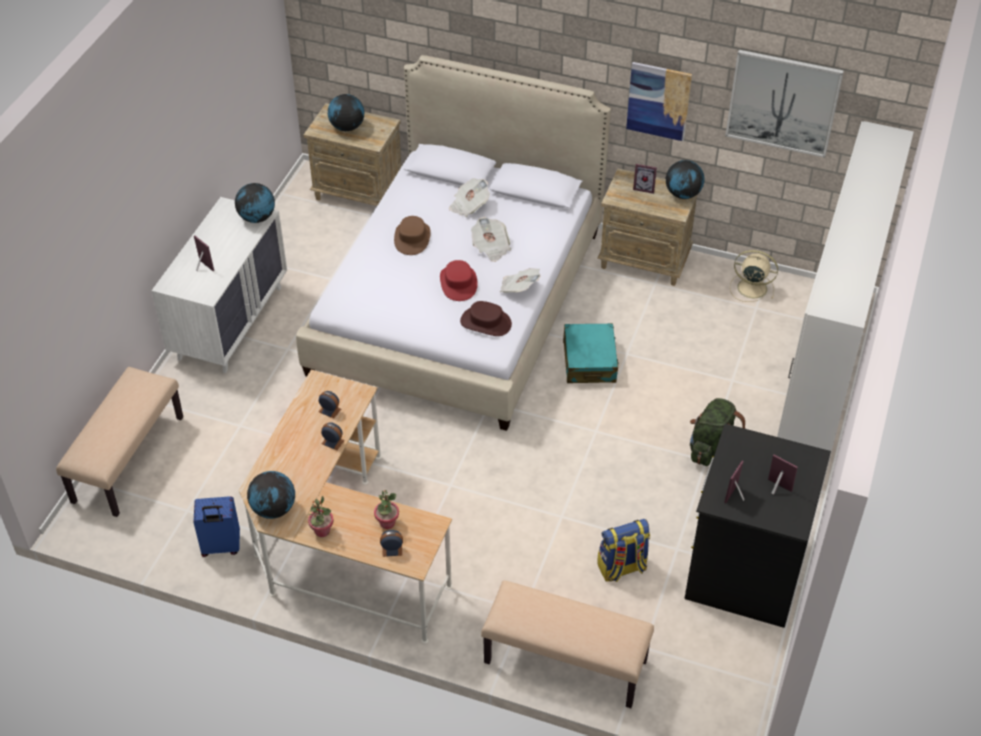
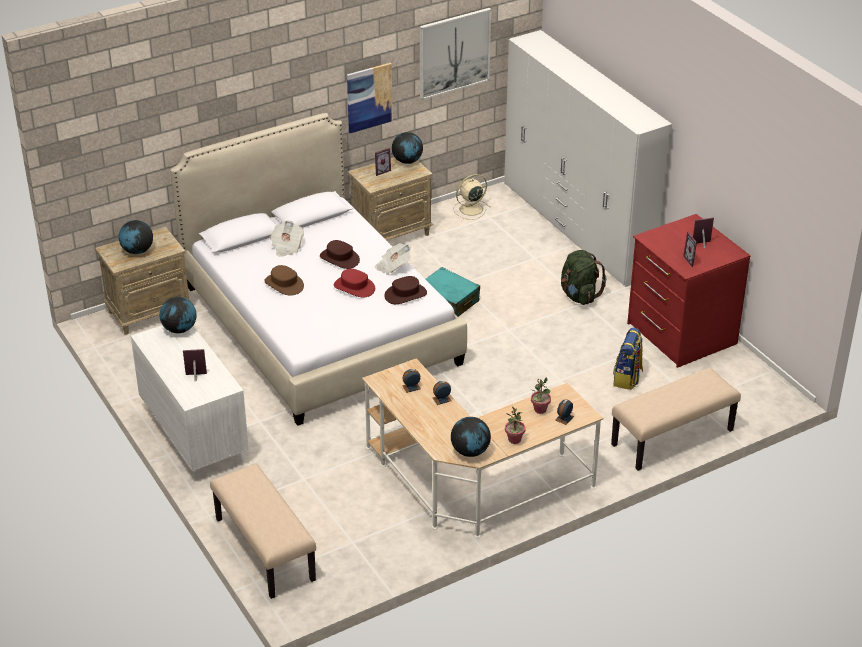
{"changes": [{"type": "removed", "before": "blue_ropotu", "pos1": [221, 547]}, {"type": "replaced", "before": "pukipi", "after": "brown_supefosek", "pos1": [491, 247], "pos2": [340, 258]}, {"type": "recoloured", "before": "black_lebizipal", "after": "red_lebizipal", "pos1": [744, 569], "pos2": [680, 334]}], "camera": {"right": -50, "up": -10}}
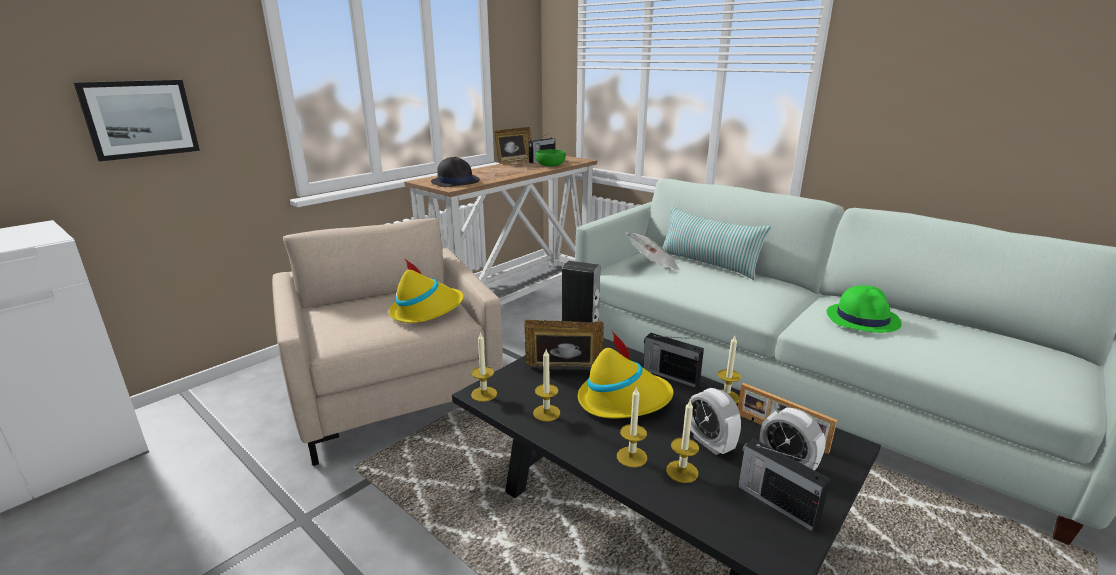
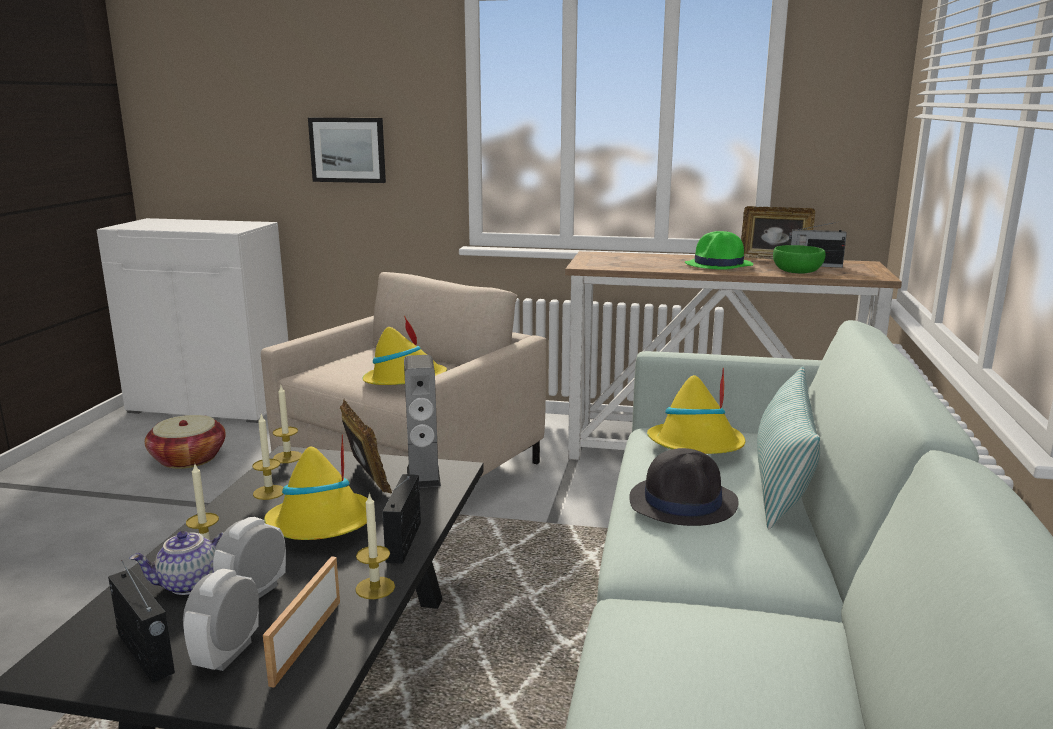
{"changes": [{"type": "moved", "before": "black_supefosek", "pos1": [455, 182], "pos2": [683, 502]}, {"type": "replaced", "before": "pukipi", "after": "yellow_supefosek", "pos1": [653, 265], "pos2": [697, 446]}, {"type": "replaced", "before": "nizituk", "after": "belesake", "pos1": [682, 471], "pos2": [189, 585]}, {"type": "turned", "before": "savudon", "pos1": [776, 502], "pos2": [145, 654], "turn": 120}, {"type": "moved", "before": "green_supefosek", "pos1": [862, 319], "pos2": [719, 265]}, {"type": "added", "after": "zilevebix", "pos2": [188, 459]}], "camera": {"right": 60, "up": -5}}
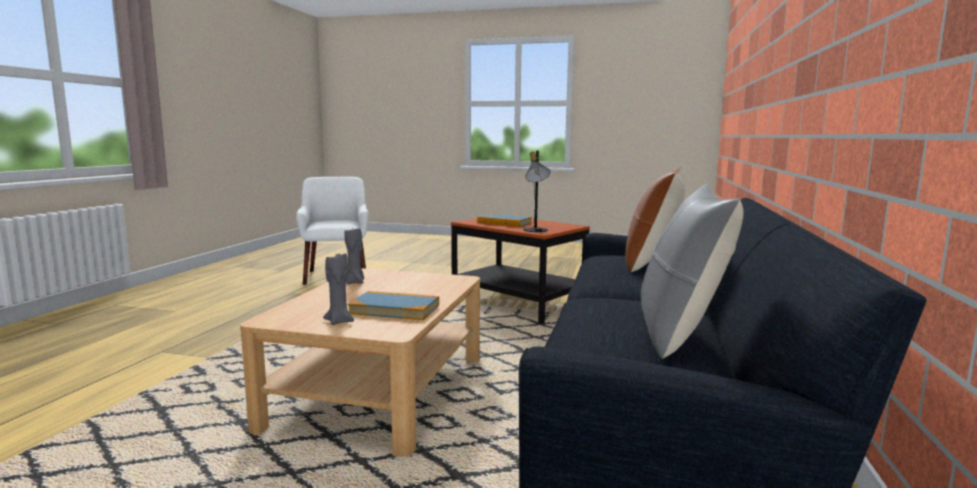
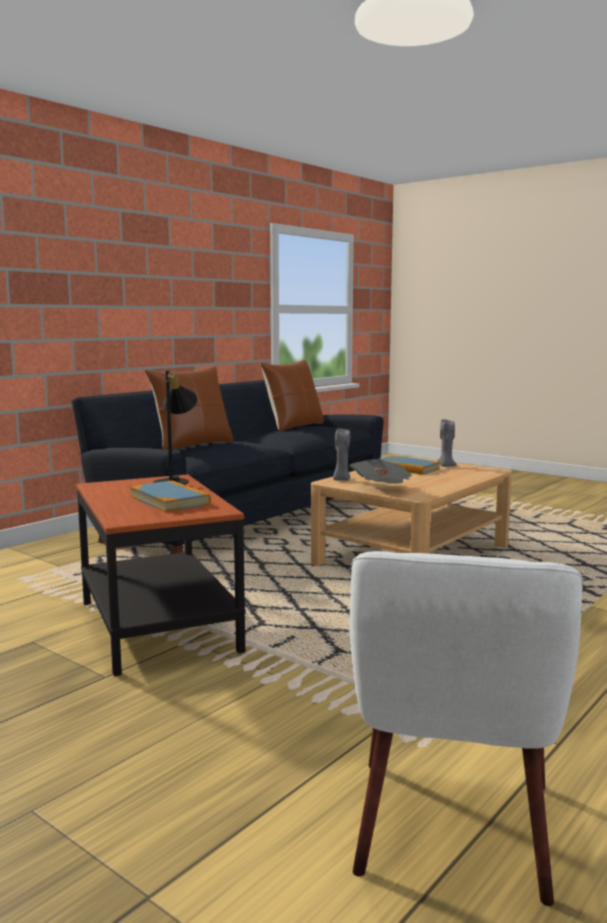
{"changes": [{"type": "moved", "before": "grey_nizituk", "pos1": [355, 282], "pos2": [341, 480]}, {"type": "recoloured", "before": "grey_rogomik", "after": "brown_rogomik", "pos1": [679, 332], "pos2": [293, 426]}, {"type": "added", "after": "pukipi", "pos2": [382, 489]}], "camera": {"right": -155, "up": 0}}
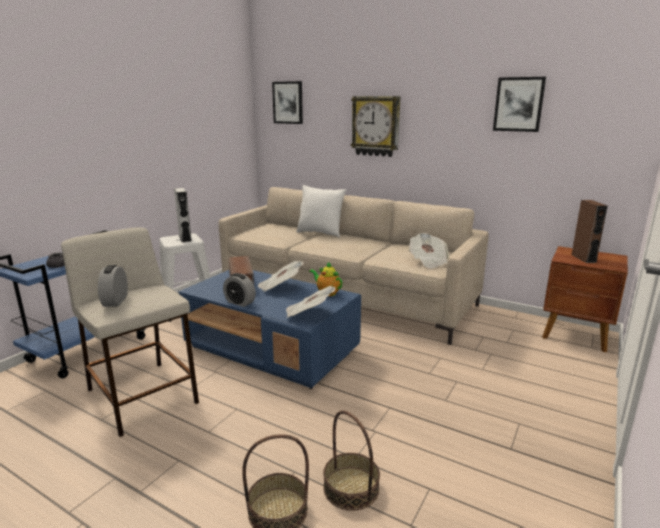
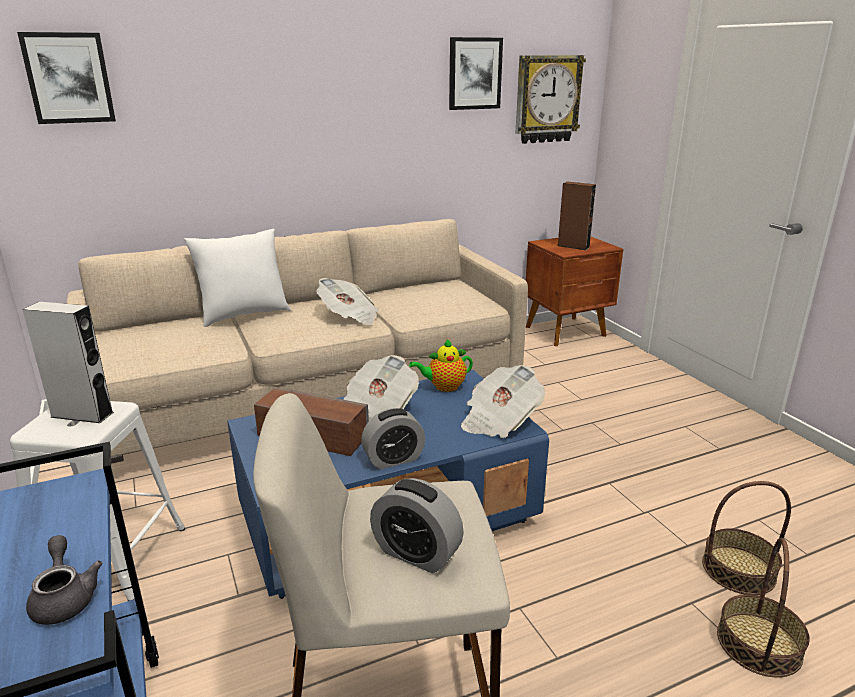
{"changes": [{"type": "moved", "before": "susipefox", "pos1": [376, 126], "pos2": [547, 99]}, {"type": "moved", "before": "pukipi", "pos1": [428, 261], "pos2": [349, 317]}], "camera": {"right": -55, "up": 5}}
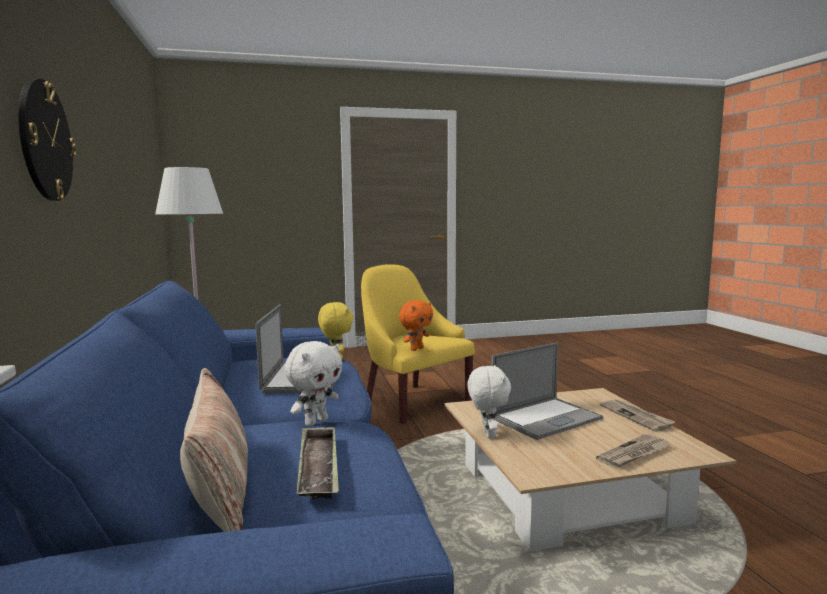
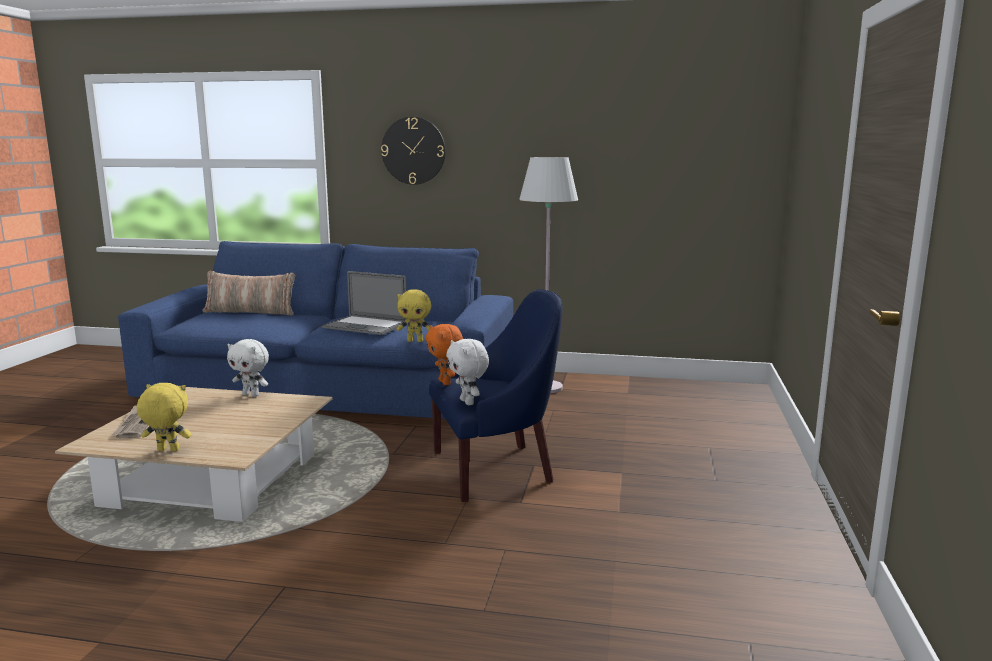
{"changes": [{"type": "moved", "before": "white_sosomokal", "pos1": [315, 422], "pos2": [468, 402]}, {"type": "removed", "before": "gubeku", "pos1": [318, 468]}, {"type": "recoloured", "before": "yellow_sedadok", "after": "blue_sedadok", "pos1": [412, 401], "pos2": [495, 468]}, {"type": "removed", "before": "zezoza", "pos1": [546, 418]}, {"type": "replaced", "before": "pukipi", "after": "yellow_sosomokal", "pos1": [636, 416], "pos2": [167, 450]}], "camera": {"right": 115, "up": 5}}
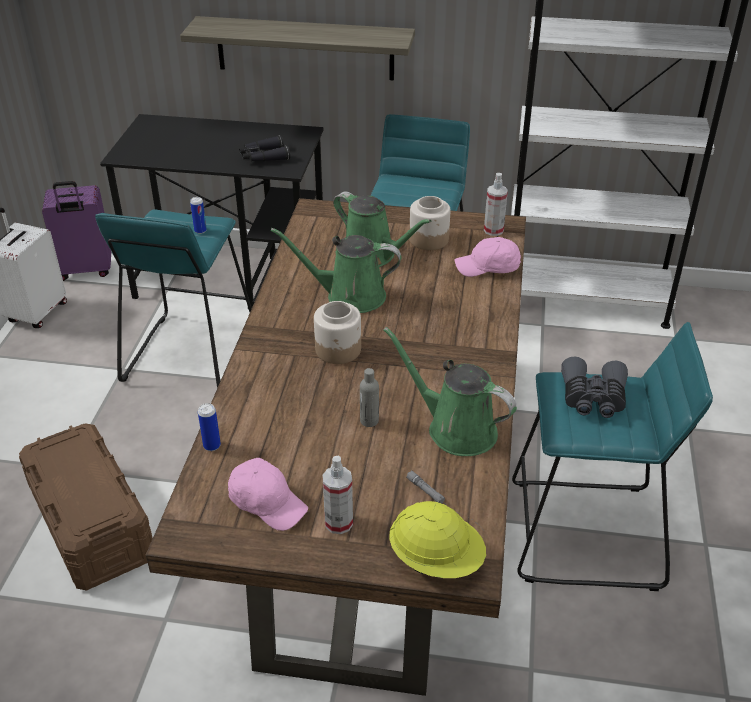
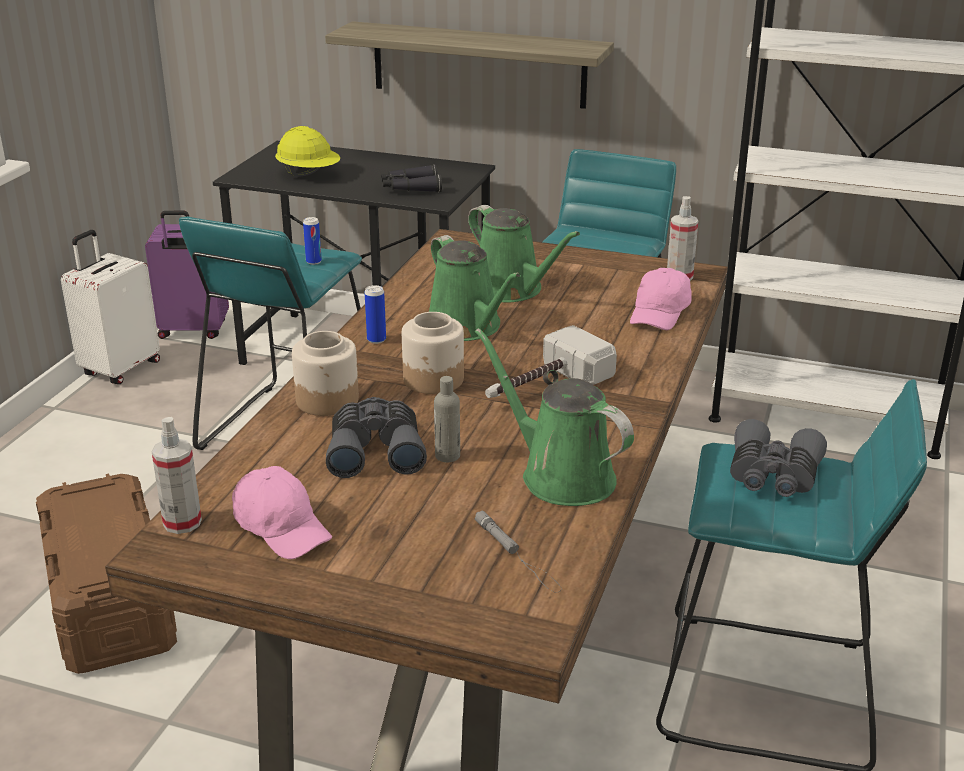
{"changes": [{"type": "moved", "before": "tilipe", "pos1": [212, 445], "pos2": [376, 340]}, {"type": "turned", "before": "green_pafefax", "pos1": [349, 296], "pos2": [468, 327], "turn": -135}, {"type": "moved", "before": "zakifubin", "pos1": [338, 523], "pos2": [182, 522]}, {"type": "moved", "before": "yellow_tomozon", "pos1": [436, 559], "pos2": [309, 174]}, {"type": "moved", "before": "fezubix", "pos1": [429, 239], "pos2": [328, 400]}, {"type": "turned", "before": "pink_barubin", "pos1": [488, 268], "pos2": [660, 313], "turn": -75}, {"type": "added", "after": "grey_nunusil", "pos2": [375, 450]}, {"type": "added", "after": "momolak", "pos2": [542, 386]}], "camera": {"right": 10, "up": -10}}
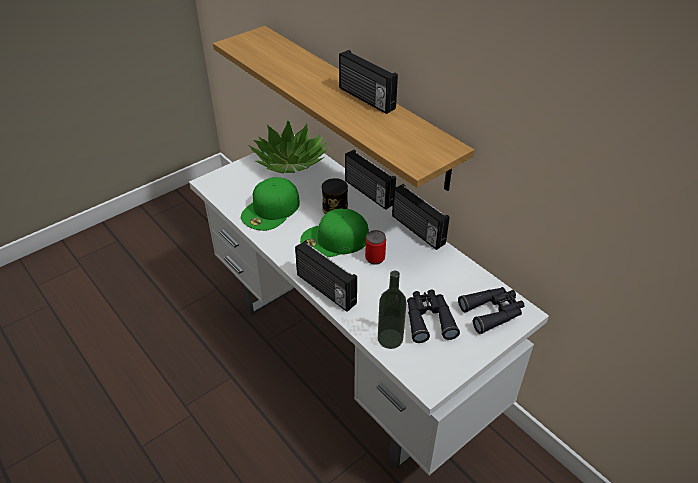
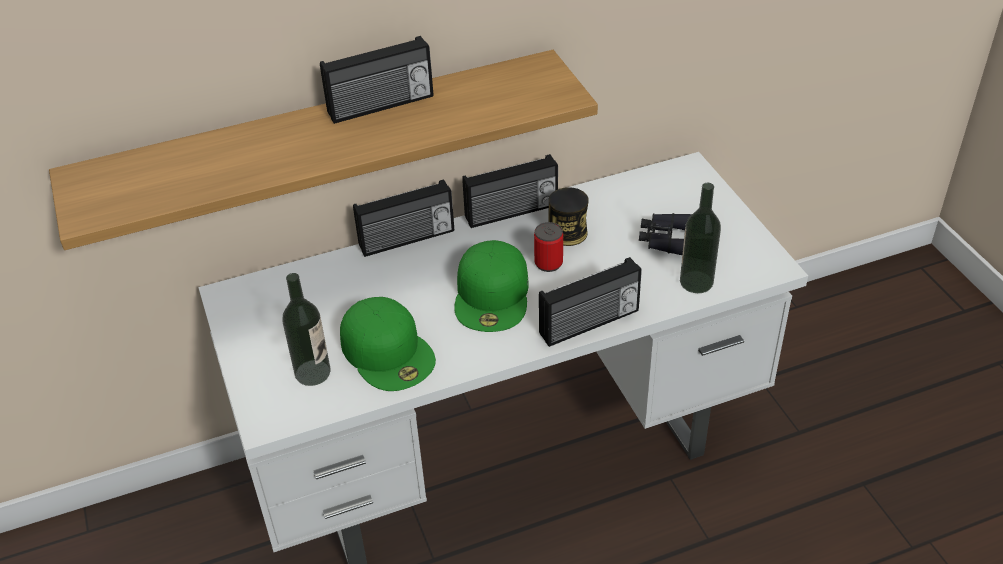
{"changes": [{"type": "removed", "before": "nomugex", "pos1": [290, 161]}, {"type": "moved", "before": "tilipe", "pos1": [335, 208], "pos2": [567, 233]}, {"type": "removed", "before": "black_nunusil", "pos1": [492, 312]}, {"type": "added", "after": "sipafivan", "pos2": [312, 372]}], "camera": {"right": -70, "up": 0}}
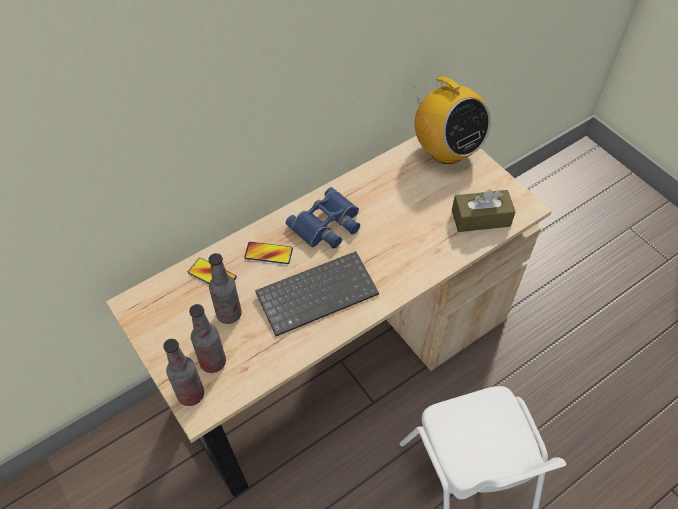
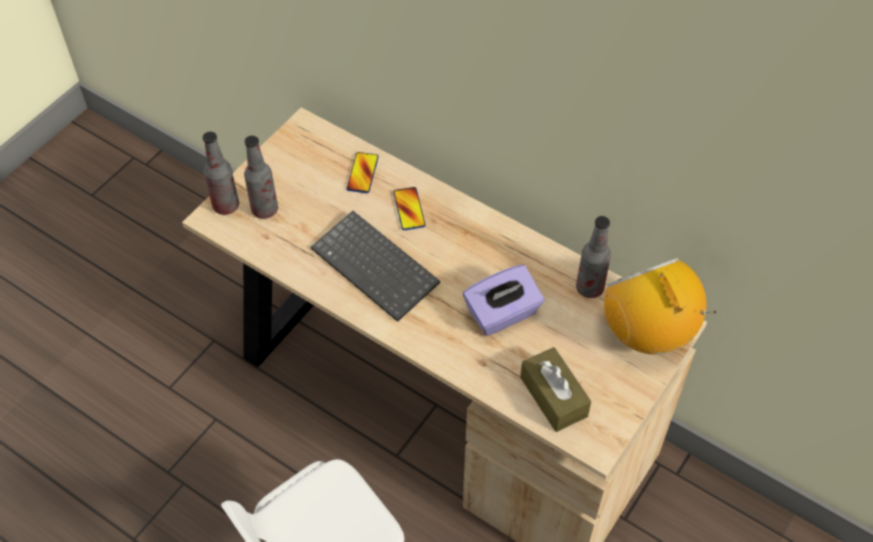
{"changes": [{"type": "moved", "before": "sipafivan", "pos1": [229, 314], "pos2": [589, 288]}, {"type": "removed", "before": "blue_nunusil", "pos1": [327, 225]}, {"type": "turned", "before": "savudon", "pos1": [446, 151], "pos2": [647, 334], "turn": 120}, {"type": "added", "after": "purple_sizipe", "pos2": [502, 314]}], "camera": {"right": 70, "up": 0}}
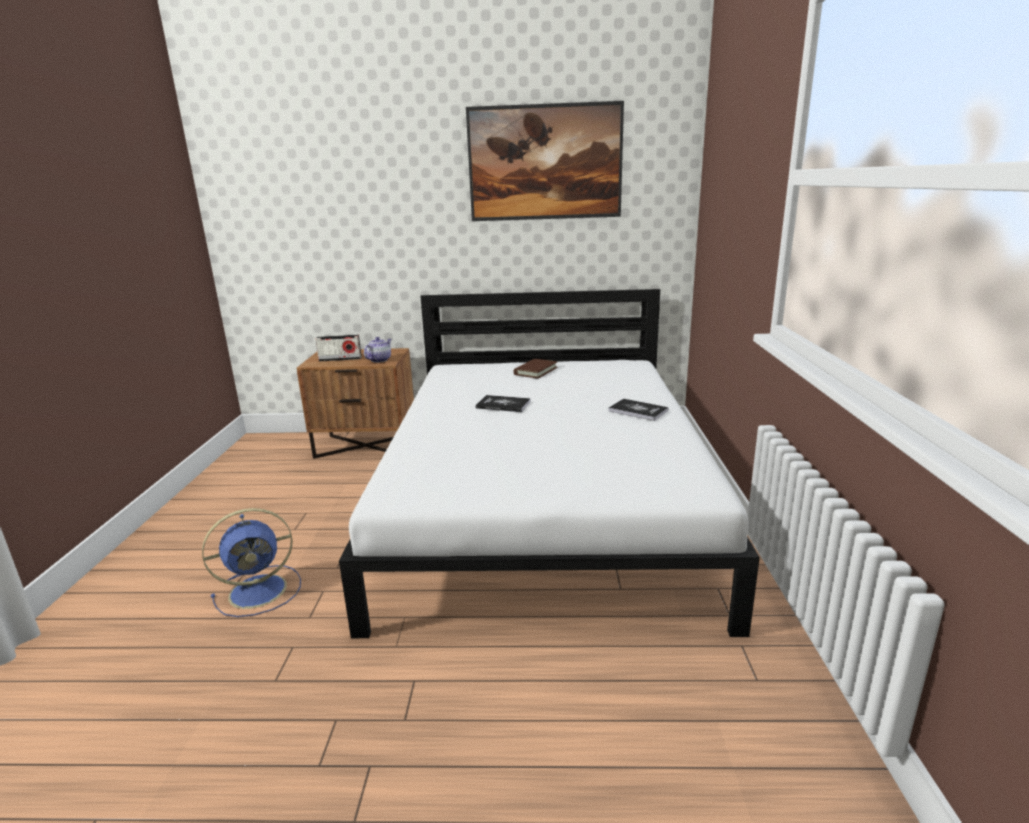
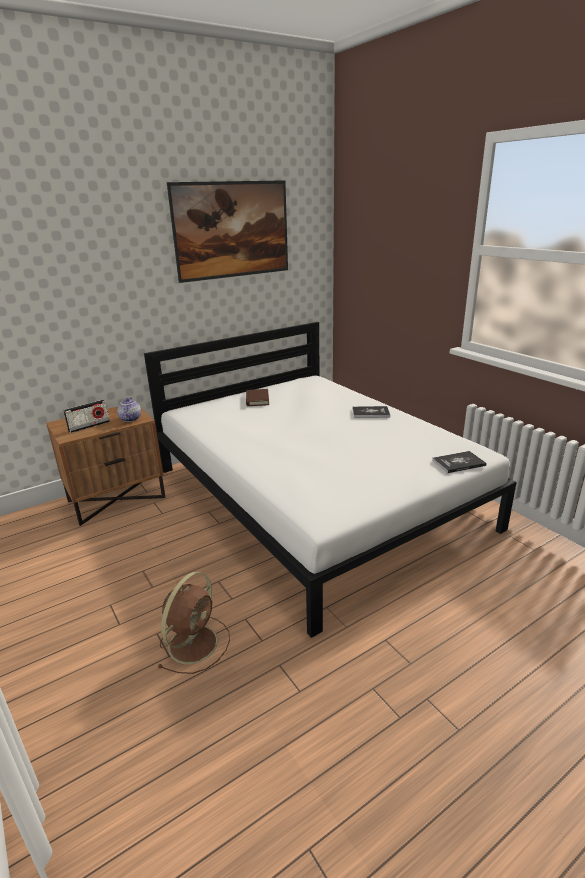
{"changes": [{"type": "recoloured", "before": "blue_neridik", "after": "brown_neridik", "pos1": [261, 590], "pos2": [194, 642]}, {"type": "moved", "before": "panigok", "pos1": [503, 405], "pos2": [458, 463]}], "camera": {"right": -35, "up": 5}}
